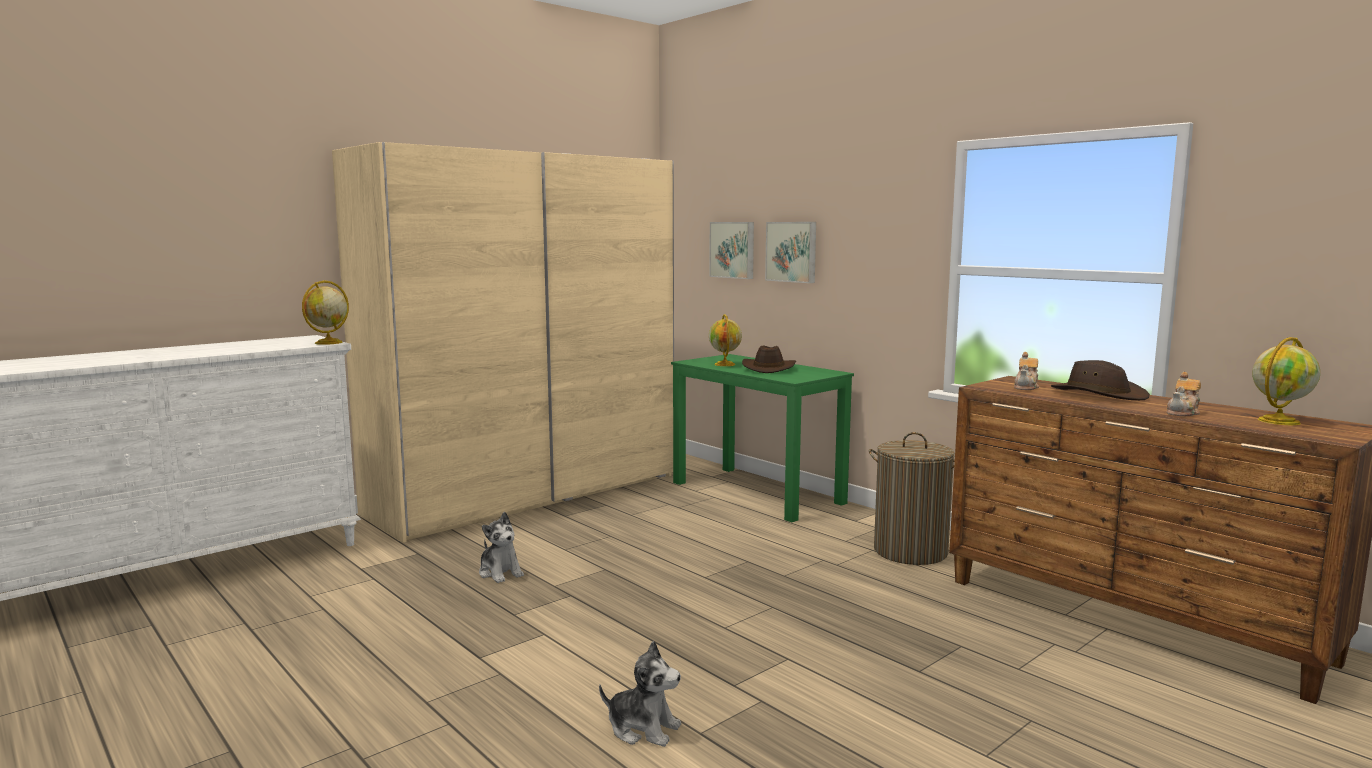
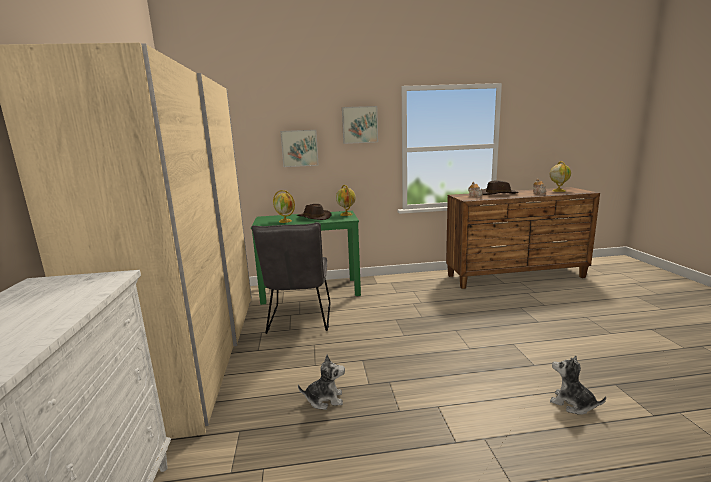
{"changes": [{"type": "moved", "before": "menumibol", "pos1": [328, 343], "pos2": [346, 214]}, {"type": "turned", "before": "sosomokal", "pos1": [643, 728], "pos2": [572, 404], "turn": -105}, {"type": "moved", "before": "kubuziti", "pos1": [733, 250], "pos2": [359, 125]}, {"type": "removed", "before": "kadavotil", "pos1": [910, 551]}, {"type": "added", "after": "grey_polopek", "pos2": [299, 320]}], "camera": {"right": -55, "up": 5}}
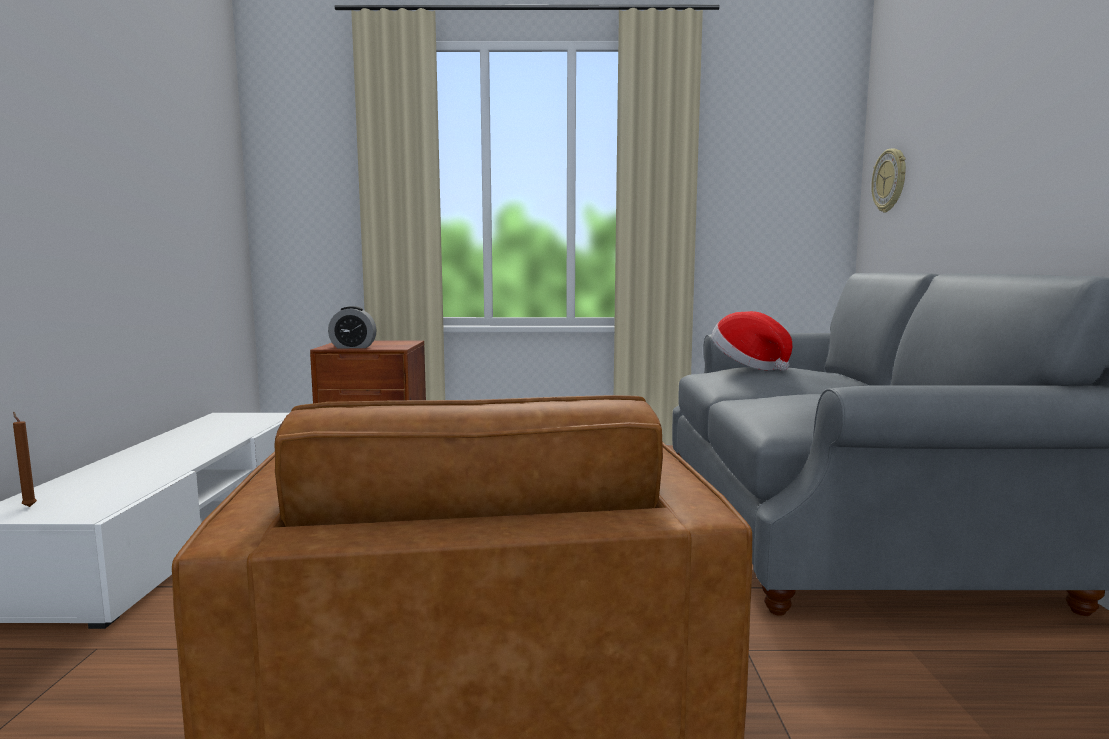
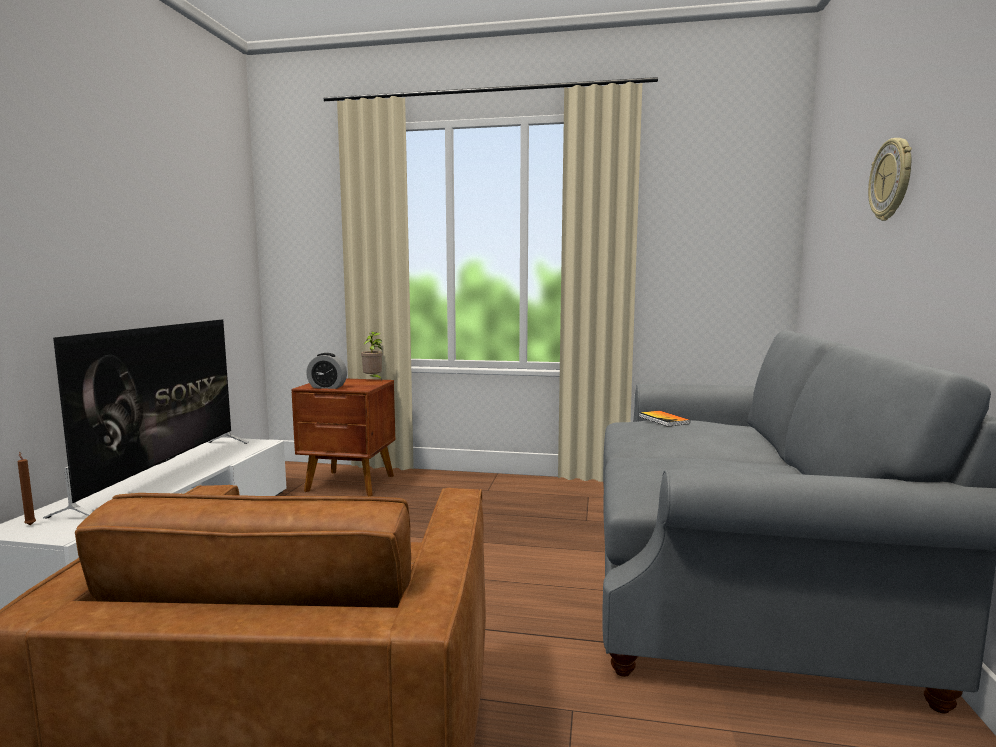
{"changes": [{"type": "replaced", "before": "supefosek", "after": "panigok", "pos1": [749, 366], "pos2": [663, 420]}, {"type": "moved", "before": "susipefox", "pos1": [890, 180], "pos2": [892, 179]}, {"type": "added", "after": "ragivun", "pos2": [165, 473]}, {"type": "added", "after": "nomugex", "pos2": [373, 380]}], "camera": {"right": 10, "up": 0}}
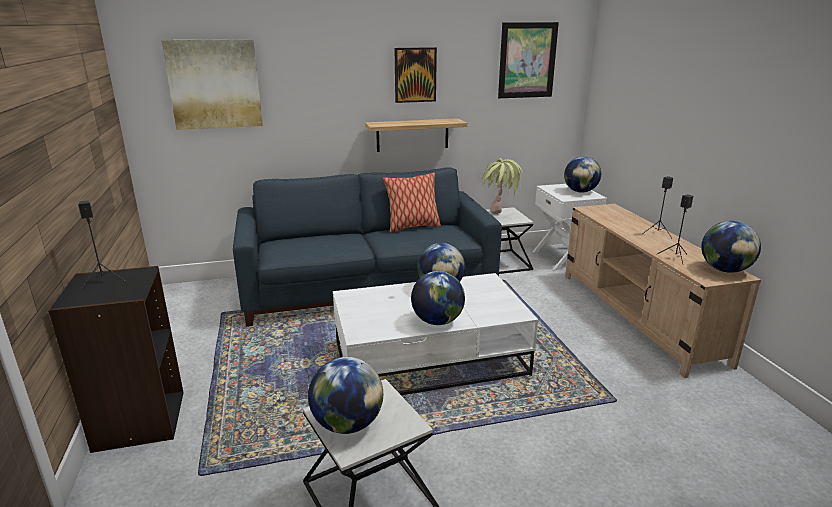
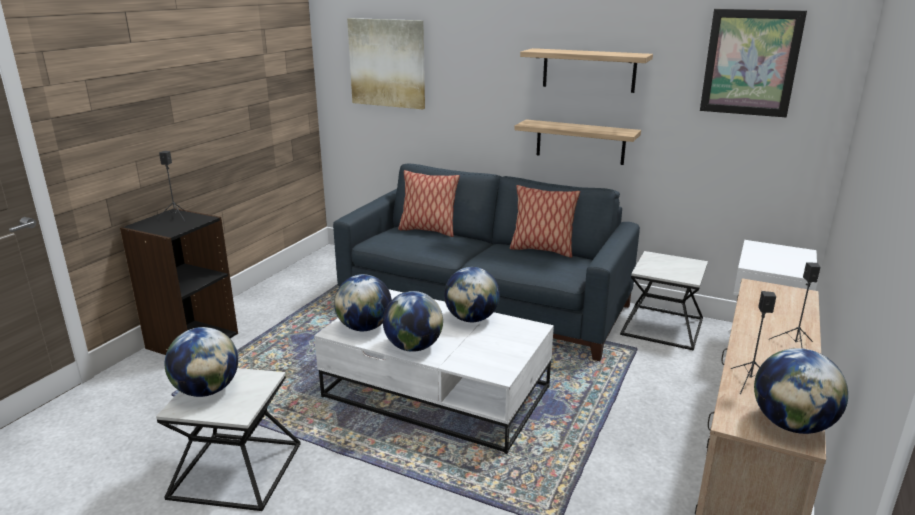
{"changes": [{"type": "replaced", "before": "kubuziti", "after": "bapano", "pos1": [415, 75], "pos2": [588, 70]}, {"type": "removed", "before": "nomugex", "pos1": [499, 217]}, {"type": "moved", "before": "menumibol", "pos1": [580, 191], "pos2": [364, 327]}, {"type": "added", "after": "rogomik", "pos2": [428, 230]}], "camera": {"right": 40, "up": 0}}
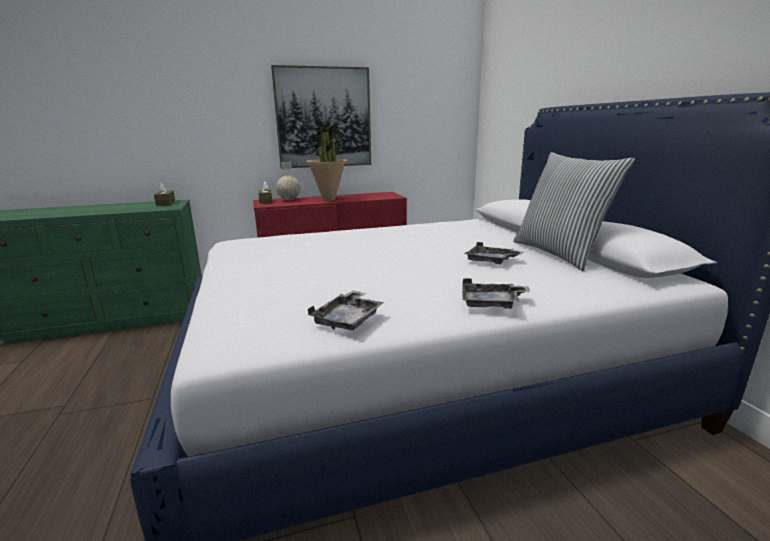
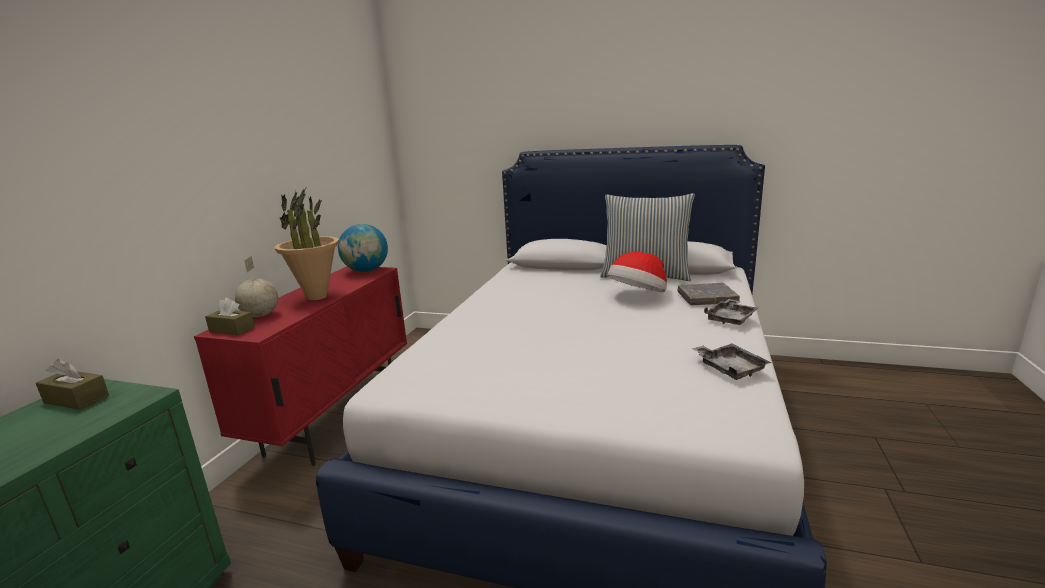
{"changes": [{"type": "removed", "before": "kubuziti", "pos1": [323, 118]}, {"type": "replaced", "before": "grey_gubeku", "after": "supefosek", "pos1": [491, 261], "pos2": [638, 296]}, {"type": "added", "after": "menumibol", "pos2": [366, 270]}, {"type": "added", "after": "grey_panigok", "pos2": [707, 298]}], "camera": {"right": -55, "up": 0}}
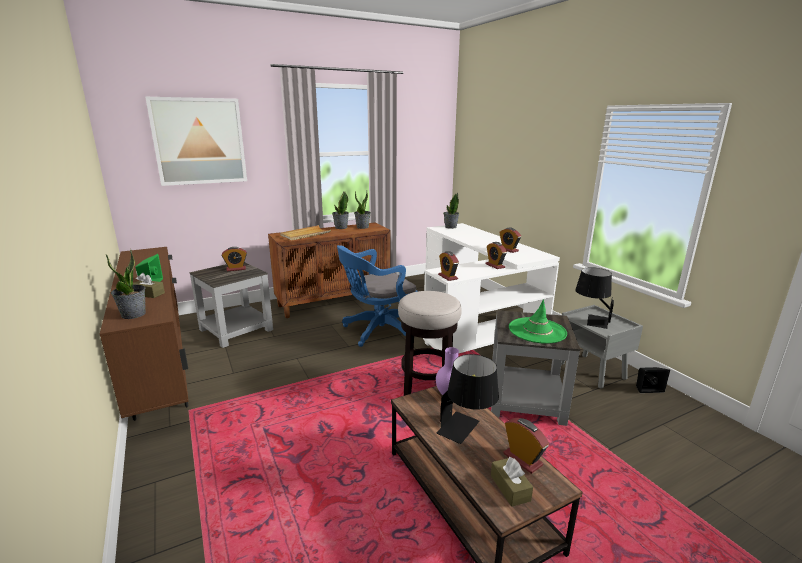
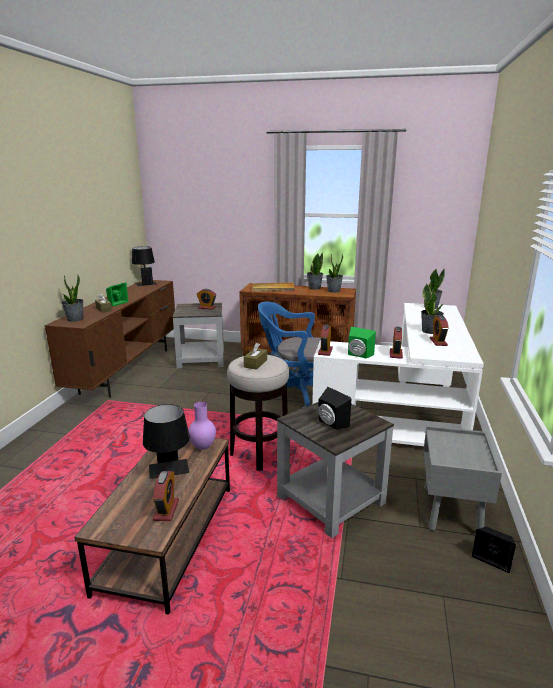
{"changes": [{"type": "removed", "before": "kubuziti", "pos1": [199, 141]}, {"type": "moved", "before": "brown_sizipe", "pos1": [510, 488], "pos2": [255, 363]}, {"type": "replaced", "before": "green_supefosek", "after": "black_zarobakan", "pos1": [537, 330], "pos2": [331, 424]}, {"type": "moved", "before": "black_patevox", "pos1": [590, 320], "pos2": [145, 283]}, {"type": "added", "after": "green_zarobakan", "pos2": [358, 355]}, {"type": "added", "after": "nomugex", "pos2": [430, 331]}], "camera": {"right": 40, "up": 0}}
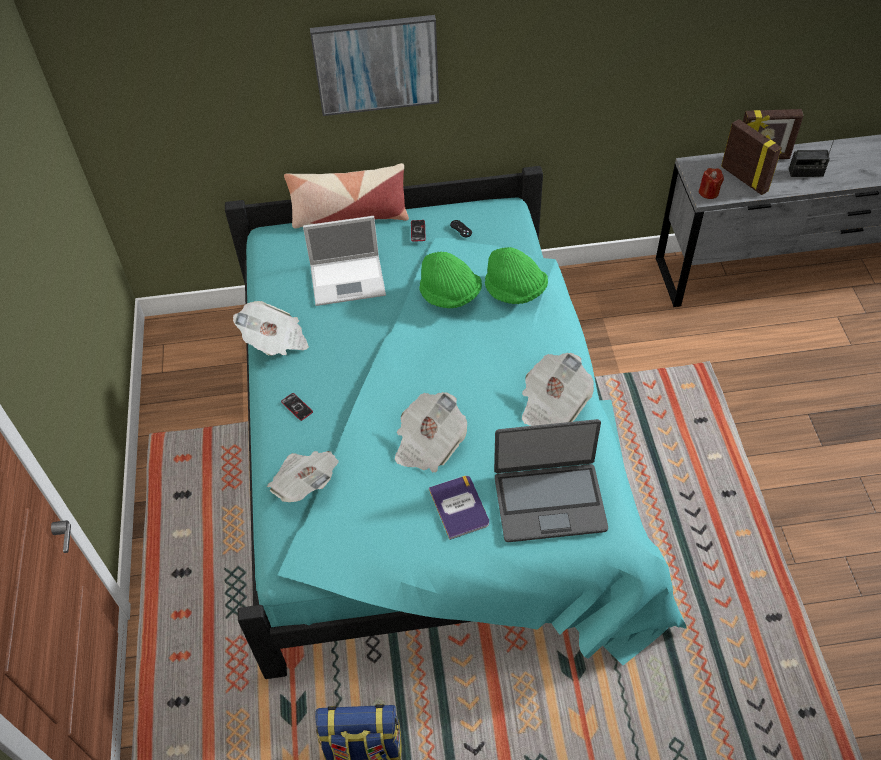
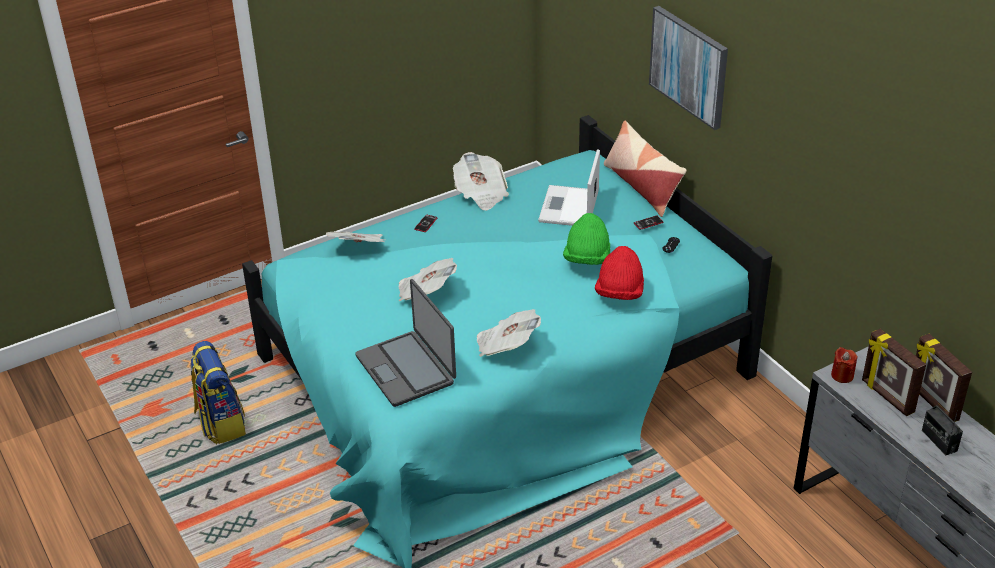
{"changes": [{"type": "turned", "before": "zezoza", "pos1": [349, 280], "pos2": [569, 208], "turn": 45}, {"type": "removed", "before": "panigok", "pos1": [459, 507]}, {"type": "recoloured", "before": "green_supefosek", "after": "red_supefosek", "pos1": [515, 291], "pos2": [619, 293]}, {"type": "turned", "before": "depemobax", "pos1": [745, 178], "pos2": [886, 397], "turn": 120}], "camera": {"right": 65, "up": -15}}
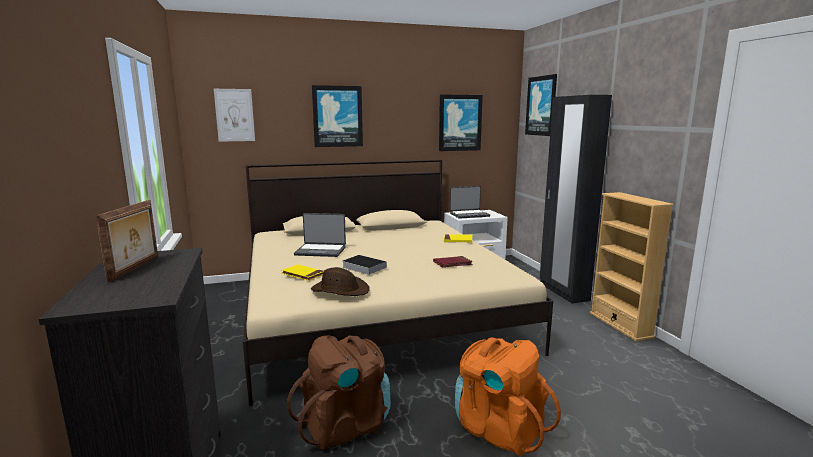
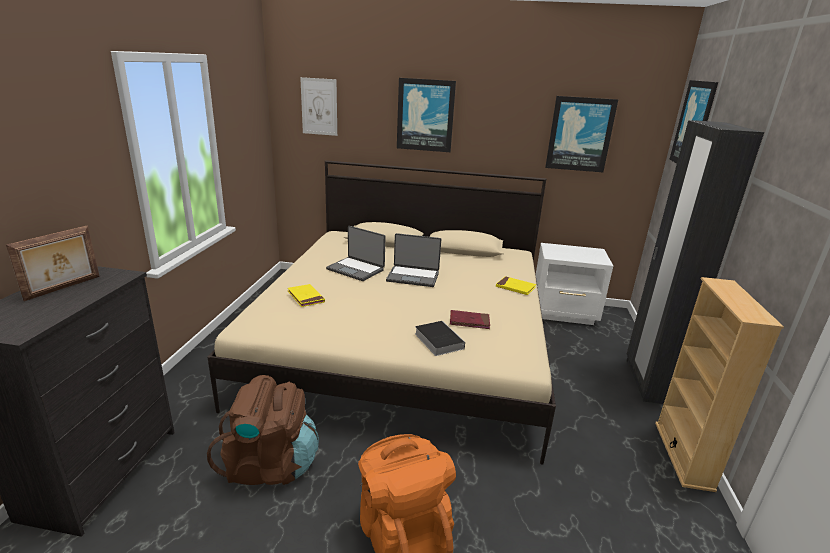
{"changes": [{"type": "removed", "before": "brown_supefosek", "pos1": [340, 290]}, {"type": "moved", "before": "panigok", "pos1": [362, 267], "pos2": [437, 340]}, {"type": "moved", "before": "zezoza", "pos1": [469, 214], "pos2": [413, 276]}], "camera": {"right": 25, "up": 10}}
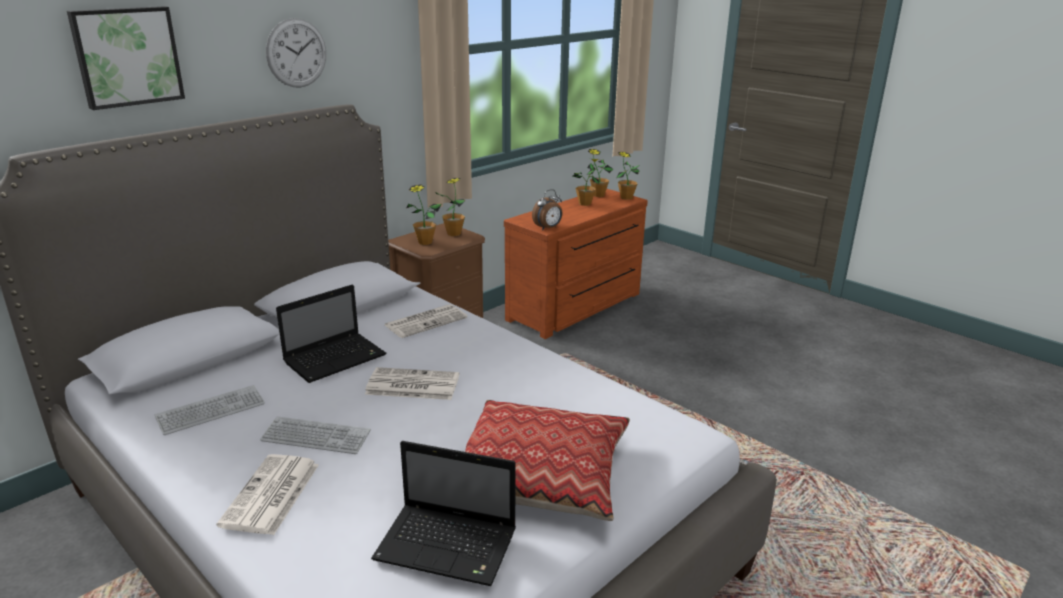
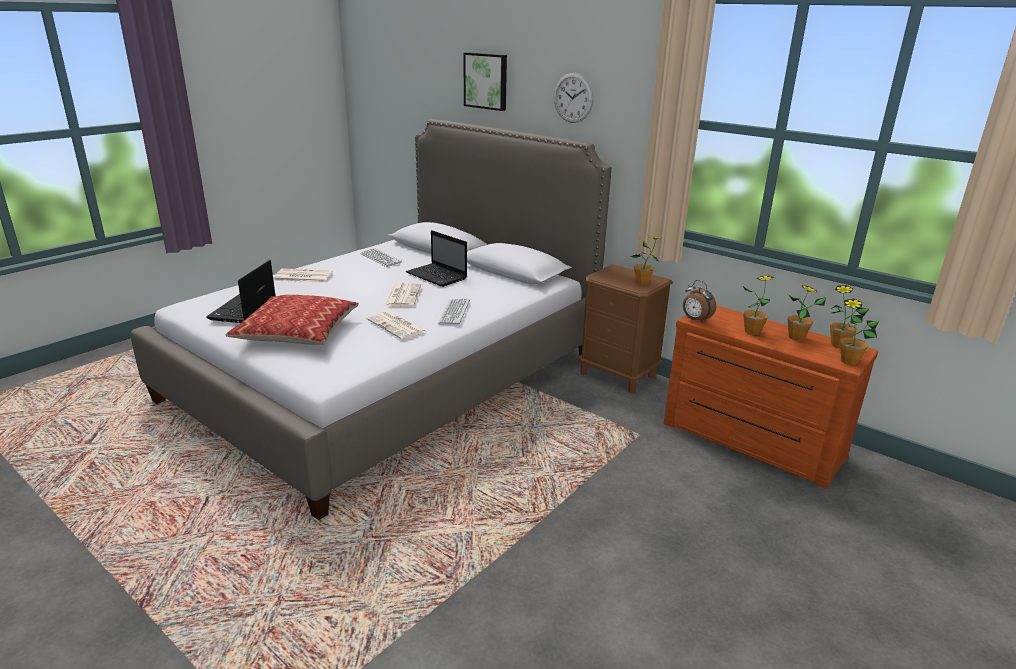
{"changes": [{"type": "moved", "before": "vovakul", "pos1": [316, 437], "pos2": [454, 312]}, {"type": "moved", "before": "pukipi", "pos1": [426, 321], "pos2": [397, 326]}, {"type": "moved", "before": "nomugex", "pos1": [425, 242], "pos2": [752, 332]}], "camera": {"right": 85, "up": 0}}
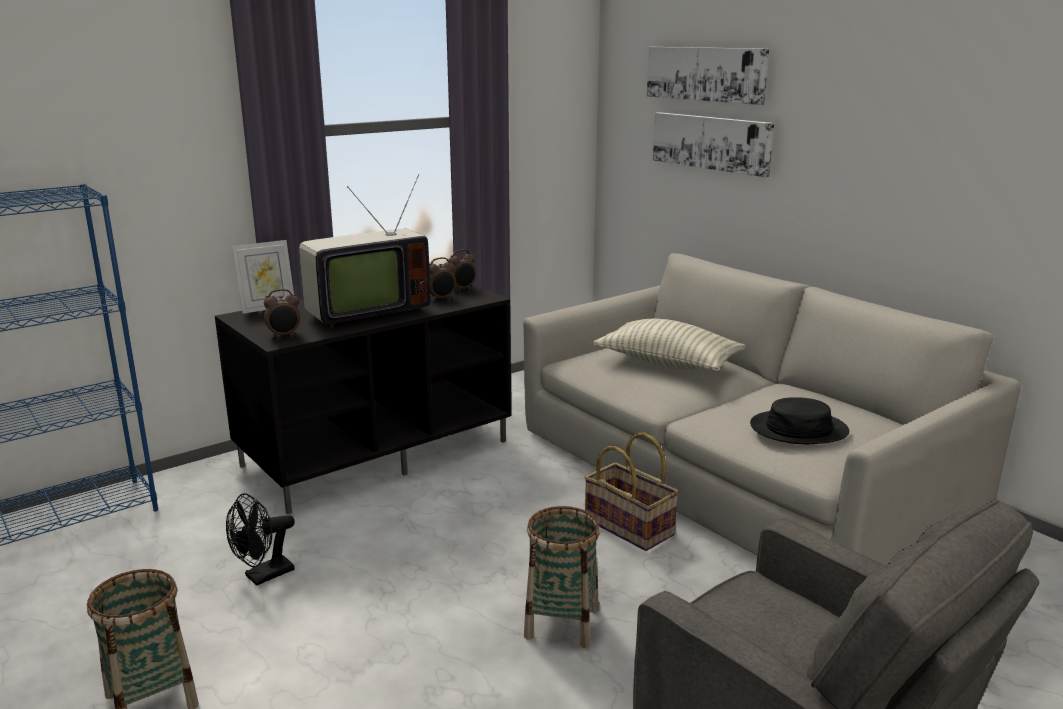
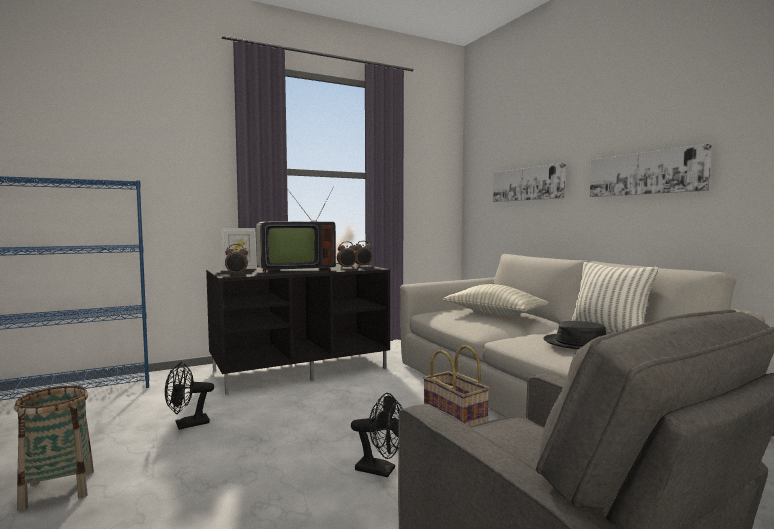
{"changes": [{"type": "replaced", "before": "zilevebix", "after": "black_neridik", "pos1": [561, 623], "pos2": [381, 470]}, {"type": "moved", "before": "kubuziti", "pos1": [706, 74], "pos2": [645, 173]}, {"type": "added", "after": "rogomik", "pos2": [609, 333]}], "camera": {"right": 10, "up": -15}}
